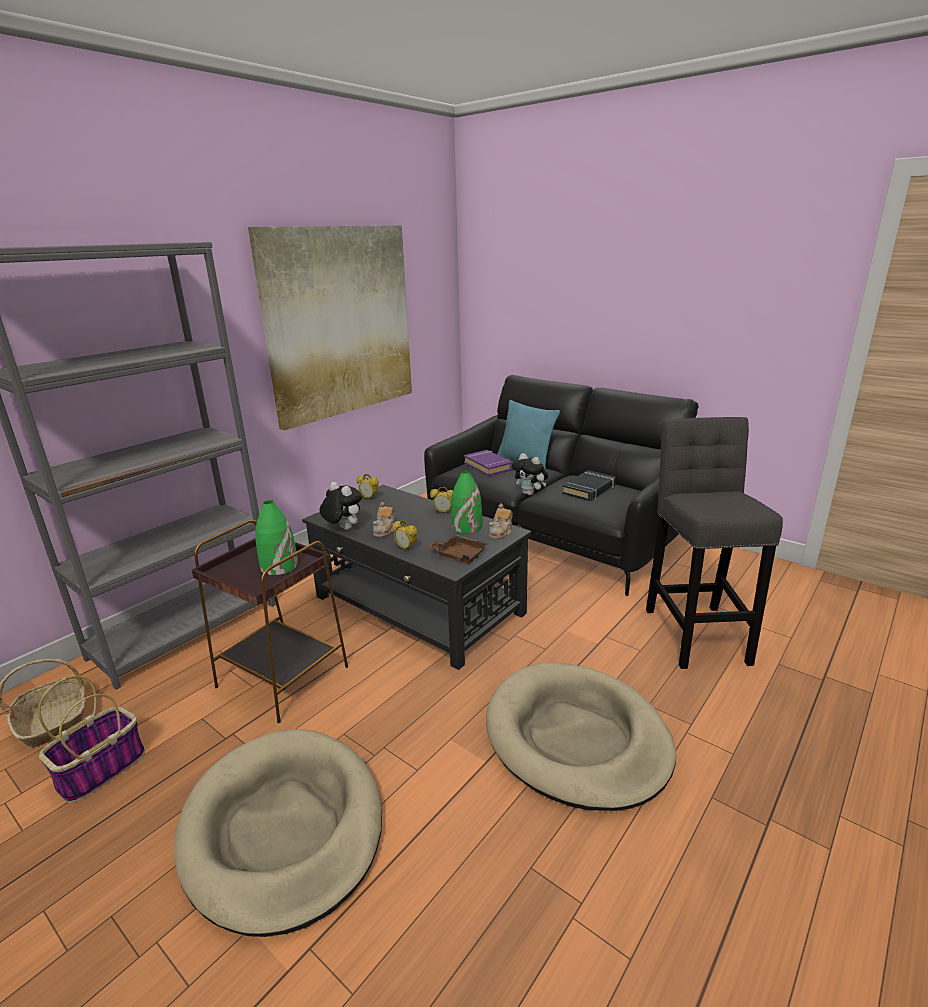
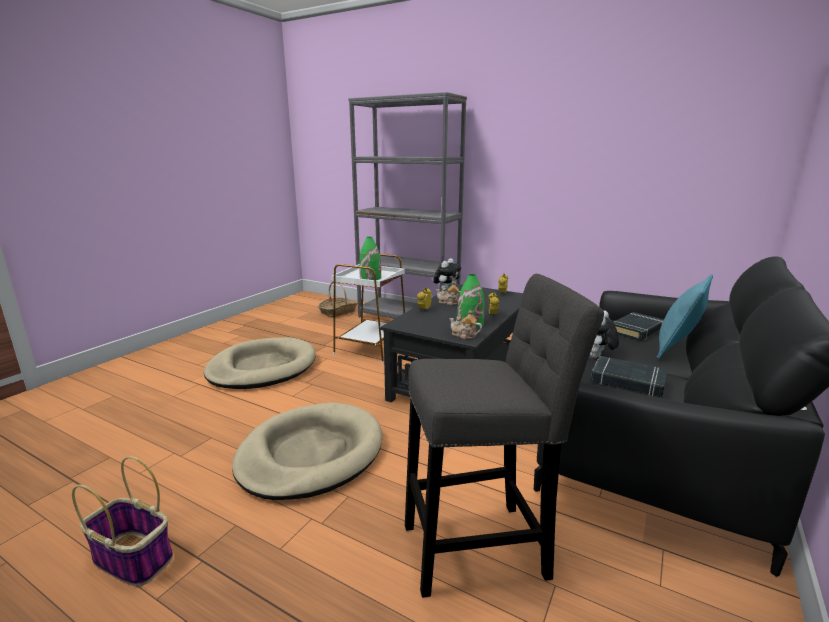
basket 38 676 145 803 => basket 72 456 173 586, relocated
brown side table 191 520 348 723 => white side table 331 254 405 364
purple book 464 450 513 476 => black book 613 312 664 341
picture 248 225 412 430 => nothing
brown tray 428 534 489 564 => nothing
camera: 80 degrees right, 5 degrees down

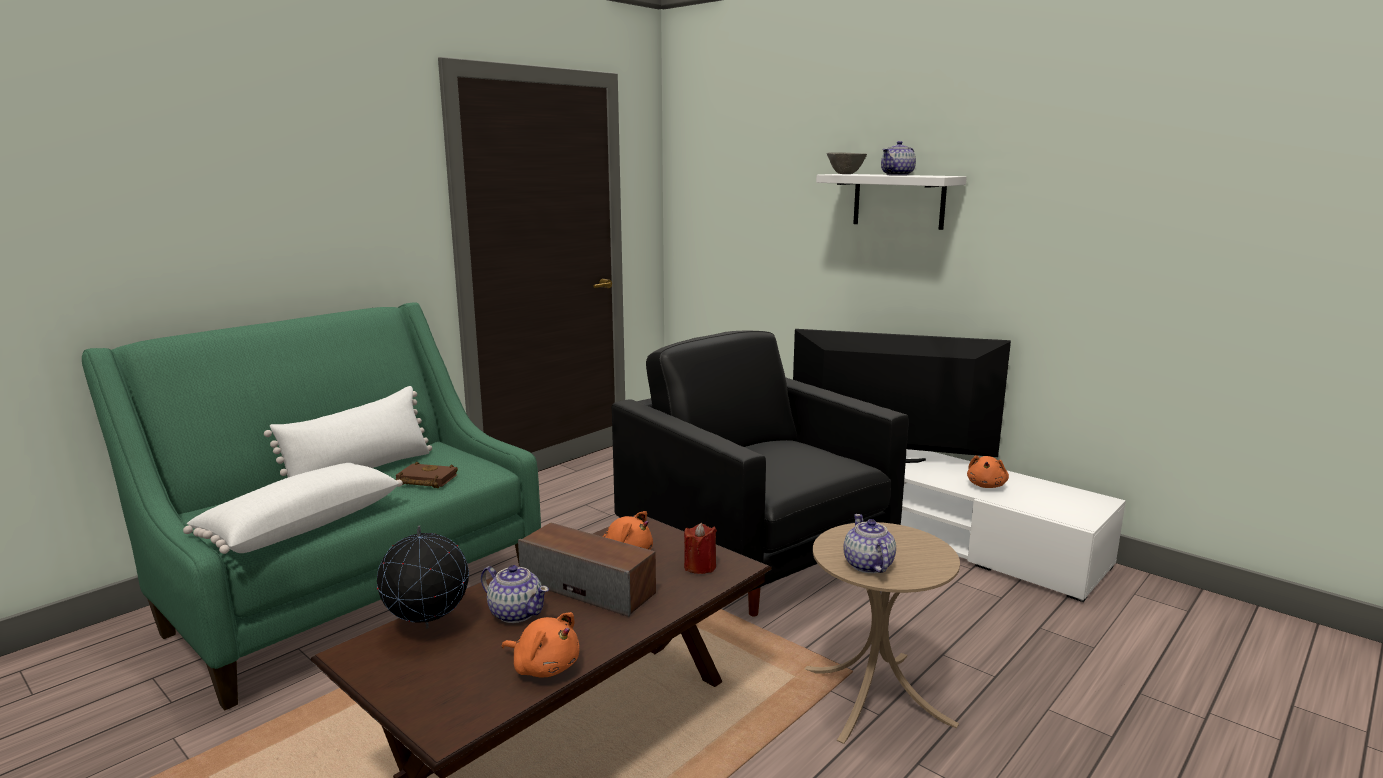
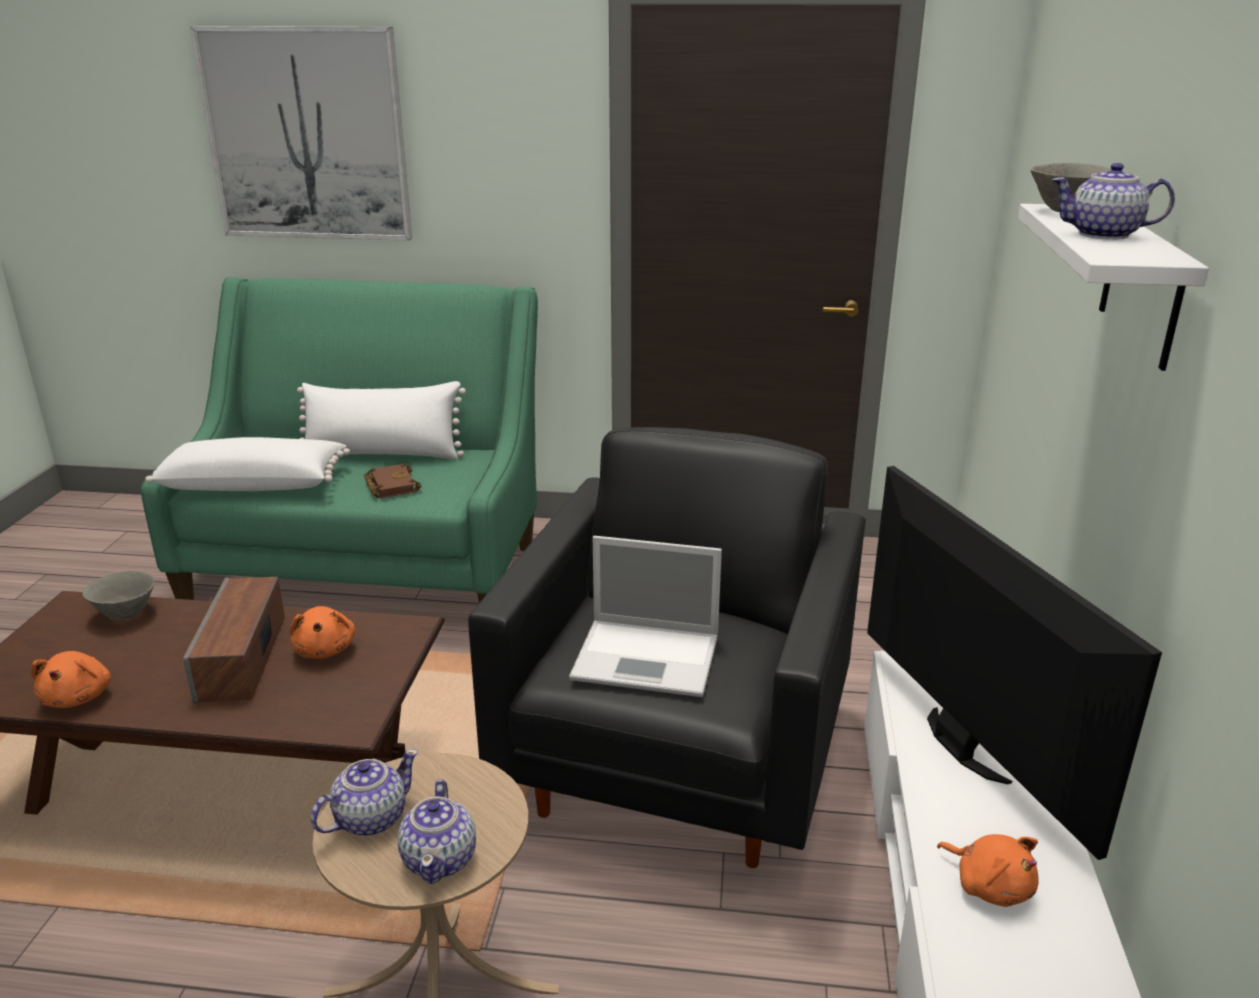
globe 377 526 469 629 => grey bowl 82 571 155 620
nothing => picture 190 26 412 241
teapot 481 565 549 623 => teapot 398 779 476 884, relocated
nothing => laptop 569 536 722 697
orange plush toy 967 455 1009 488 => orange plush toy 937 834 1039 907, 120 degrees counterclockwise
red candle 684 523 717 574 => nothing
camera: 55 degrees right, 10 degrees up

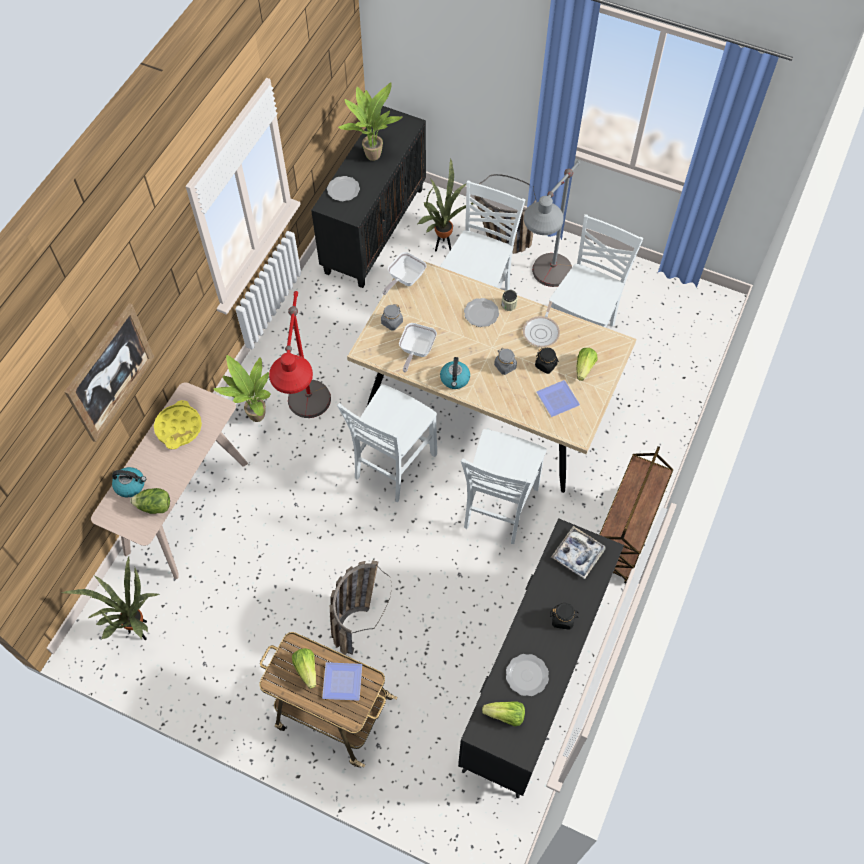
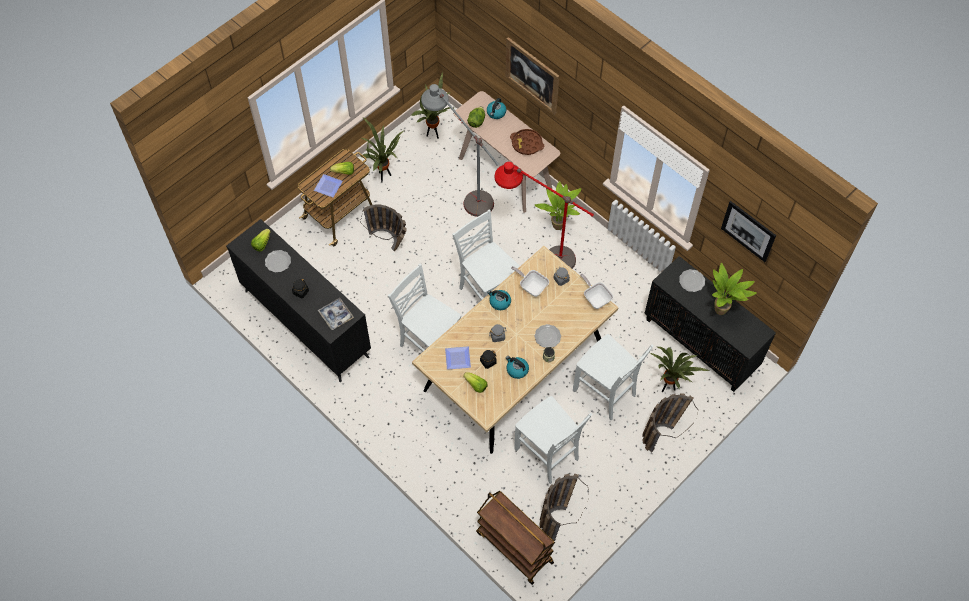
nothing => potted plant 361 117 403 182
grey floor lamp 524 161 580 287 => grey floor lamp 421 84 499 217, relocated
brown cart 599 446 673 583 => brown cart 476 491 555 585, relocated
frying pan 523 301 560 347 => kettle 506 356 529 379
yellow tray 154 400 202 449 => brown tray 510 129 544 155
nothing => basket 540 474 589 541
nothing => picture 721 201 776 262
camera: 110 degrees right, 0 degrees up

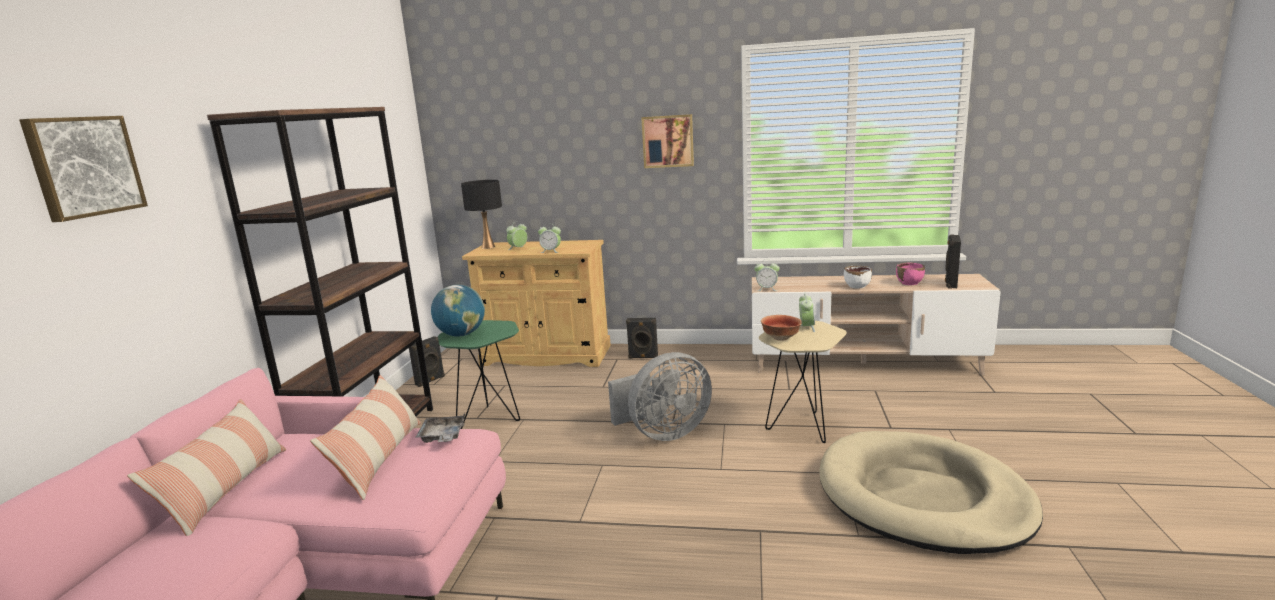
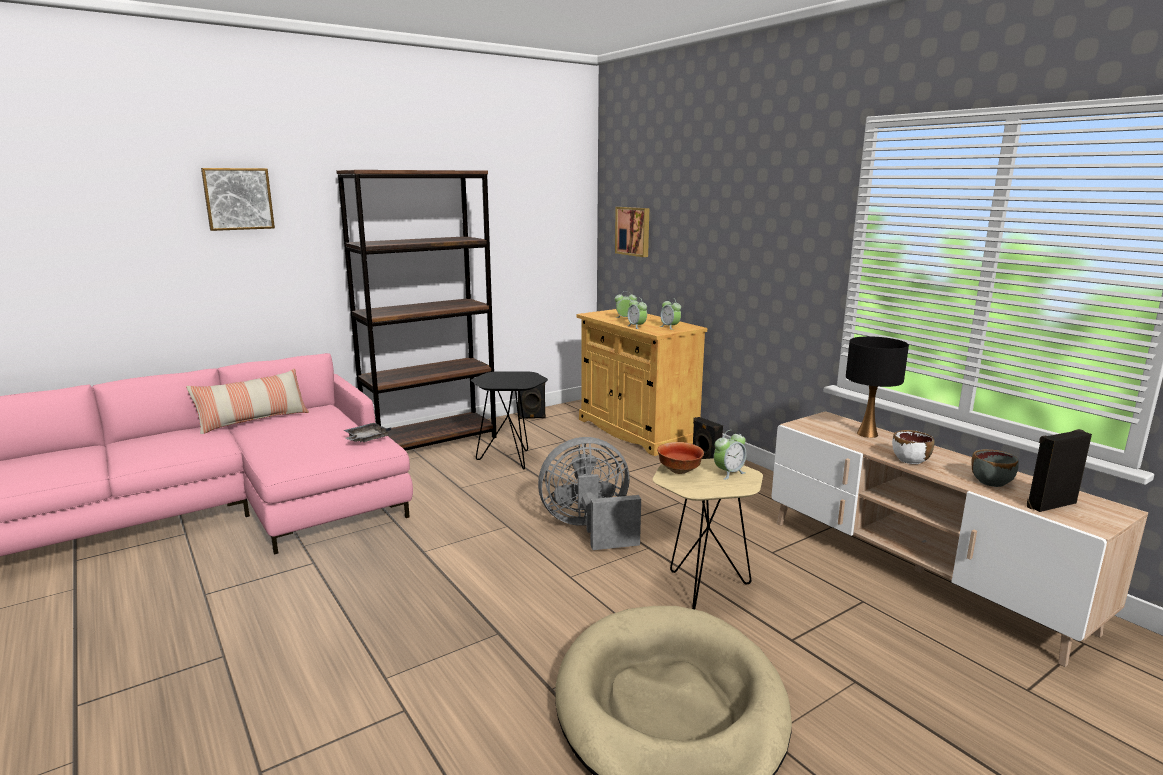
green side table 438 320 520 429 => black side table 471 372 548 469
grey fan 608 352 712 441 => grey fan 538 437 641 550, 150 degrees clockwise
picture 641 114 694 168 => picture 615 207 649 257, relocated
alarm clock 754 262 780 291 => alarm clock 660 298 681 330, relocated
black table lamp 461 180 502 249 => black table lamp 846 336 909 438, relocated
pink bowl 896 262 925 285 => grey bowl 971 449 1019 487
pillow 310 375 421 500 => nothing
globe 431 285 485 337 => nothing
camera: 45 degrees right, 0 degrees up

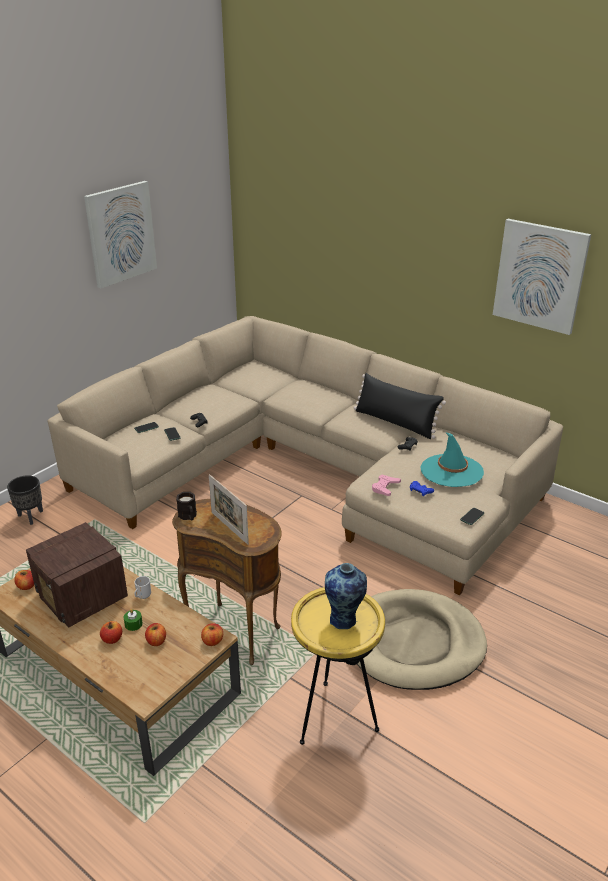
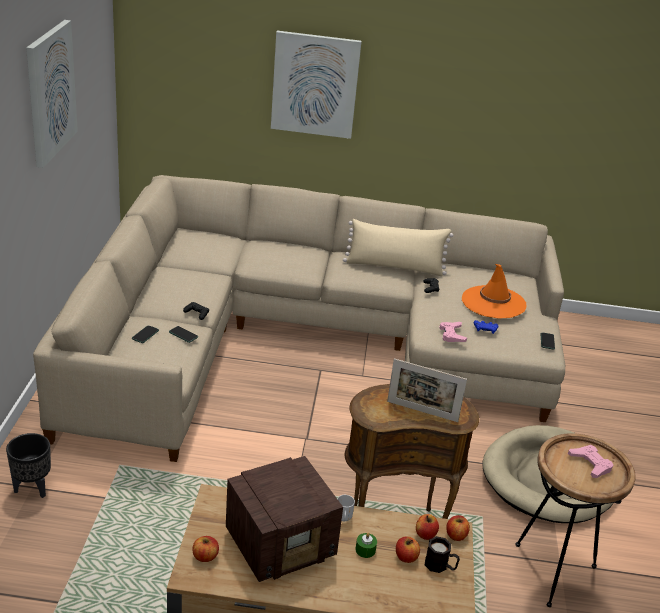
radio 26 522 128 628 => radio 226 456 343 582, 45 degrees counterclockwise
picture 493 219 591 335 => picture 271 31 362 139, relocated
black pillow 354 373 446 439 => beige pillow 343 219 454 276
apple 100 621 122 644 => apple 416 514 439 540, relocated
black mug 176 492 197 520 => black mug 425 536 460 573, relocated
turquoise hat 420 432 484 487 => orange hat 462 264 526 319
yellow side table 291 587 385 745 => brown side table 515 433 636 607
vase 325 563 367 629 => pink game controller 568 445 613 478
camera: 35 degrees left, 0 degrees up

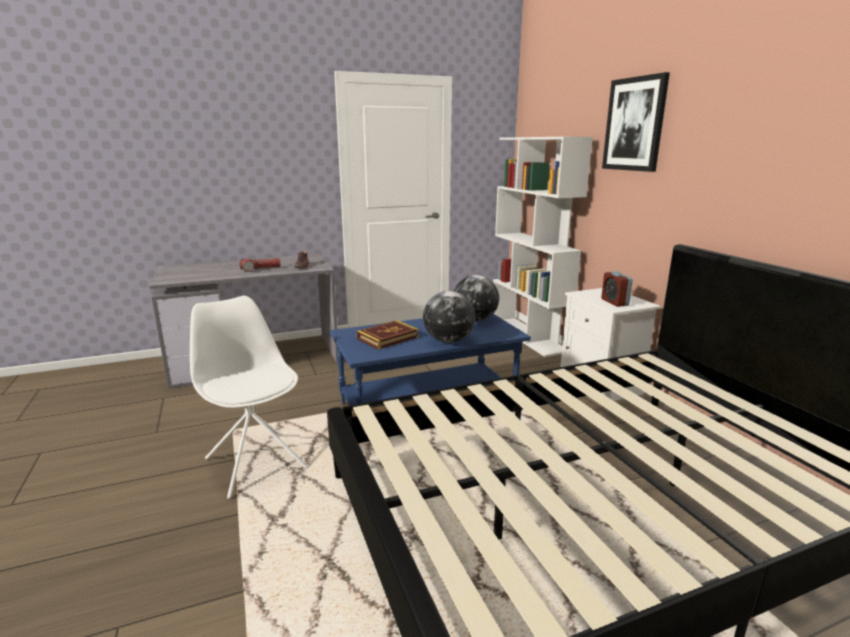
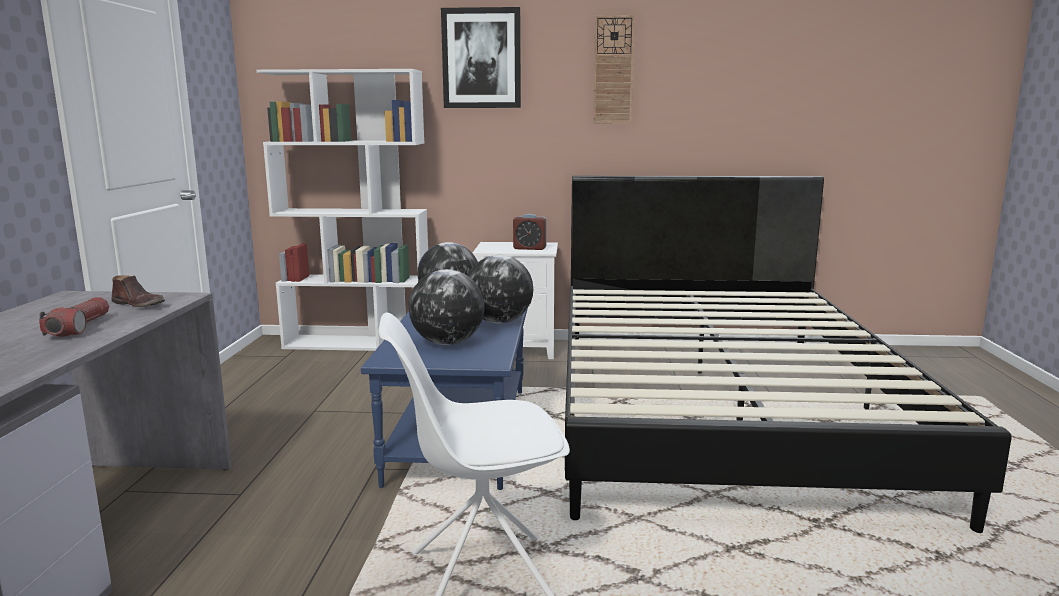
book 357 320 419 350 => globe 409 269 485 345
nothing => wall clock 593 15 635 123
camera: 65 degrees left, 5 degrees down

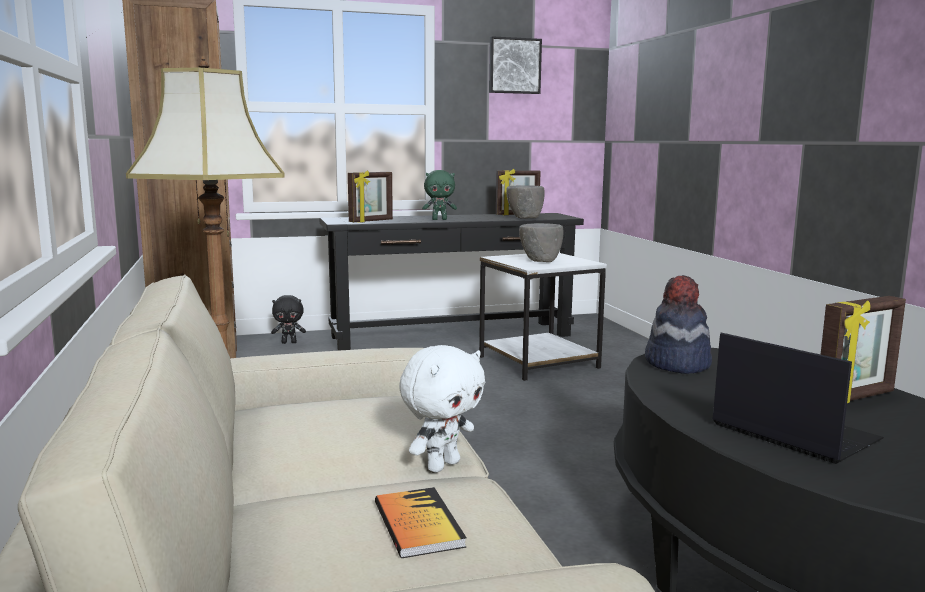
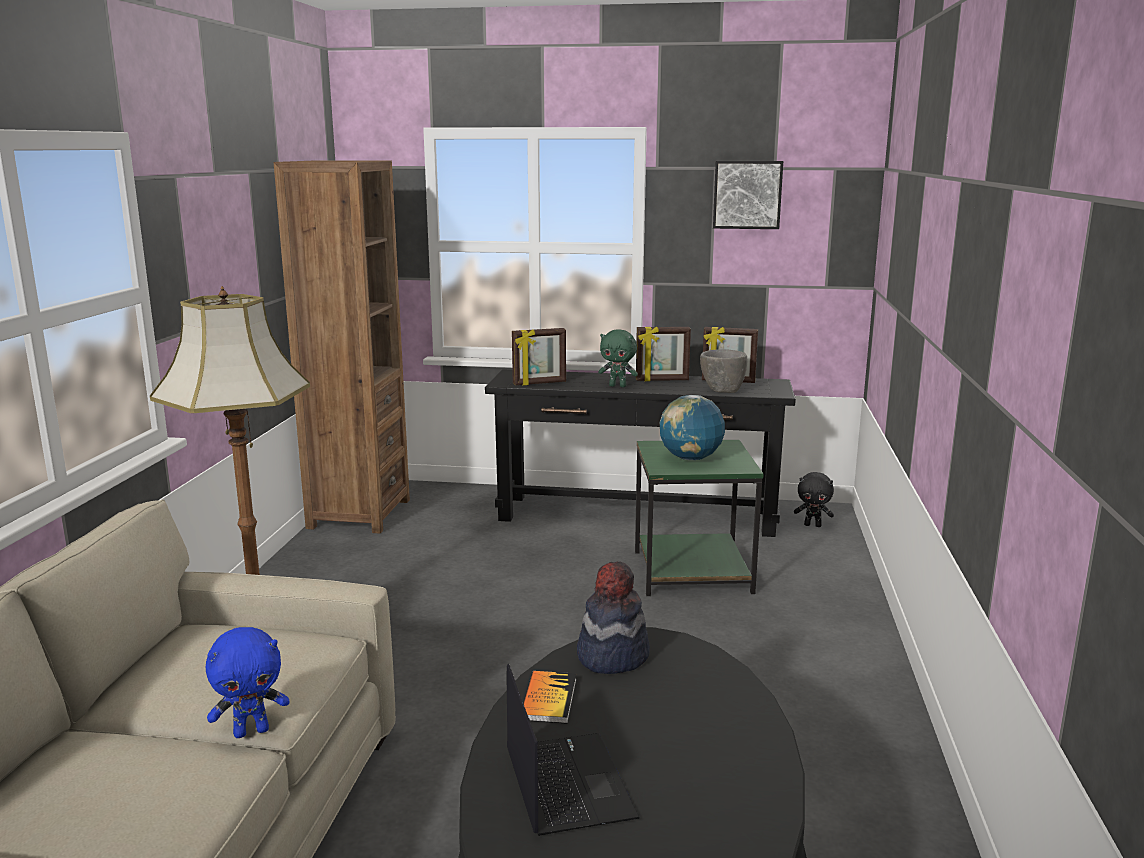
white plush toy 399 345 485 473 => blue plush toy 205 627 290 738
book 375 487 467 558 => book 523 671 576 724, relocated
white side table 479 253 607 381 => green side table 635 440 763 596
picture frame 820 296 906 403 => picture frame 636 326 691 381, relocated
grey bowl 519 223 563 262 => globe 660 395 725 460
black plush toy 271 295 306 344 => black plush toy 794 472 834 527, relocated
camera: 25 degrees right, 5 degrees up

